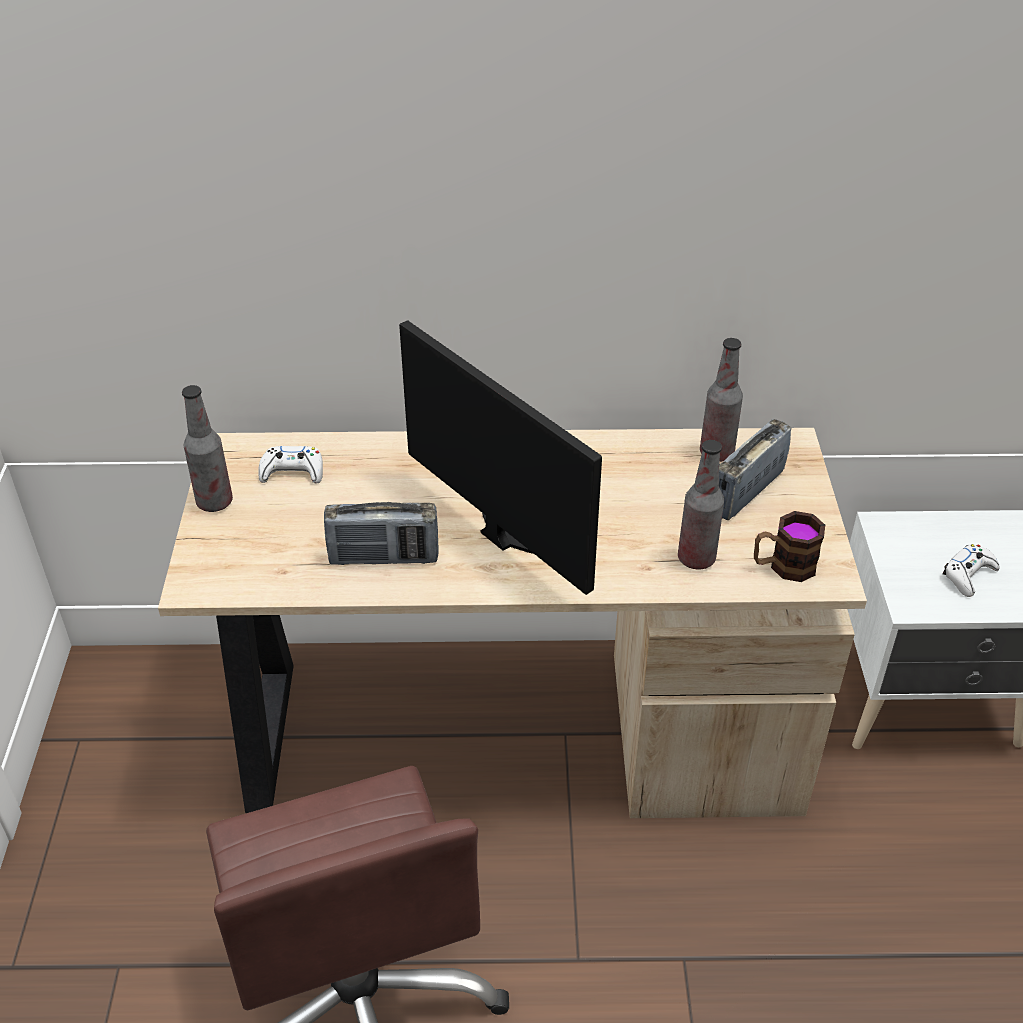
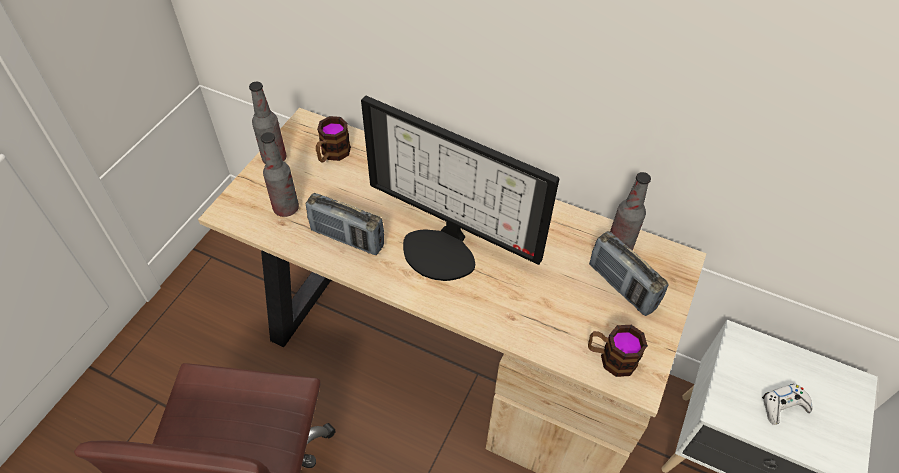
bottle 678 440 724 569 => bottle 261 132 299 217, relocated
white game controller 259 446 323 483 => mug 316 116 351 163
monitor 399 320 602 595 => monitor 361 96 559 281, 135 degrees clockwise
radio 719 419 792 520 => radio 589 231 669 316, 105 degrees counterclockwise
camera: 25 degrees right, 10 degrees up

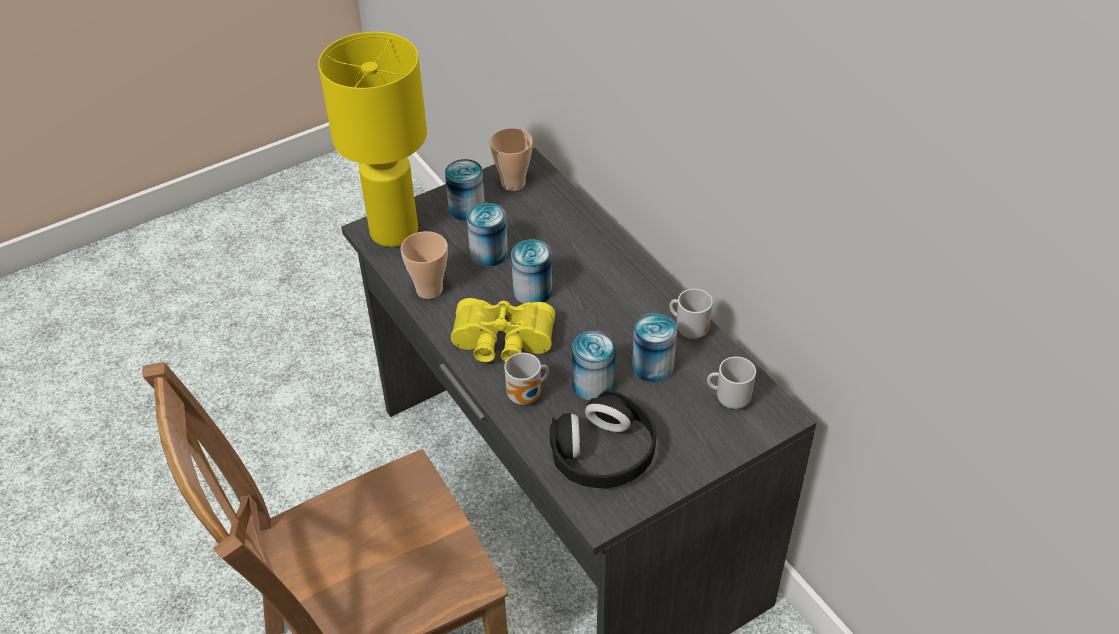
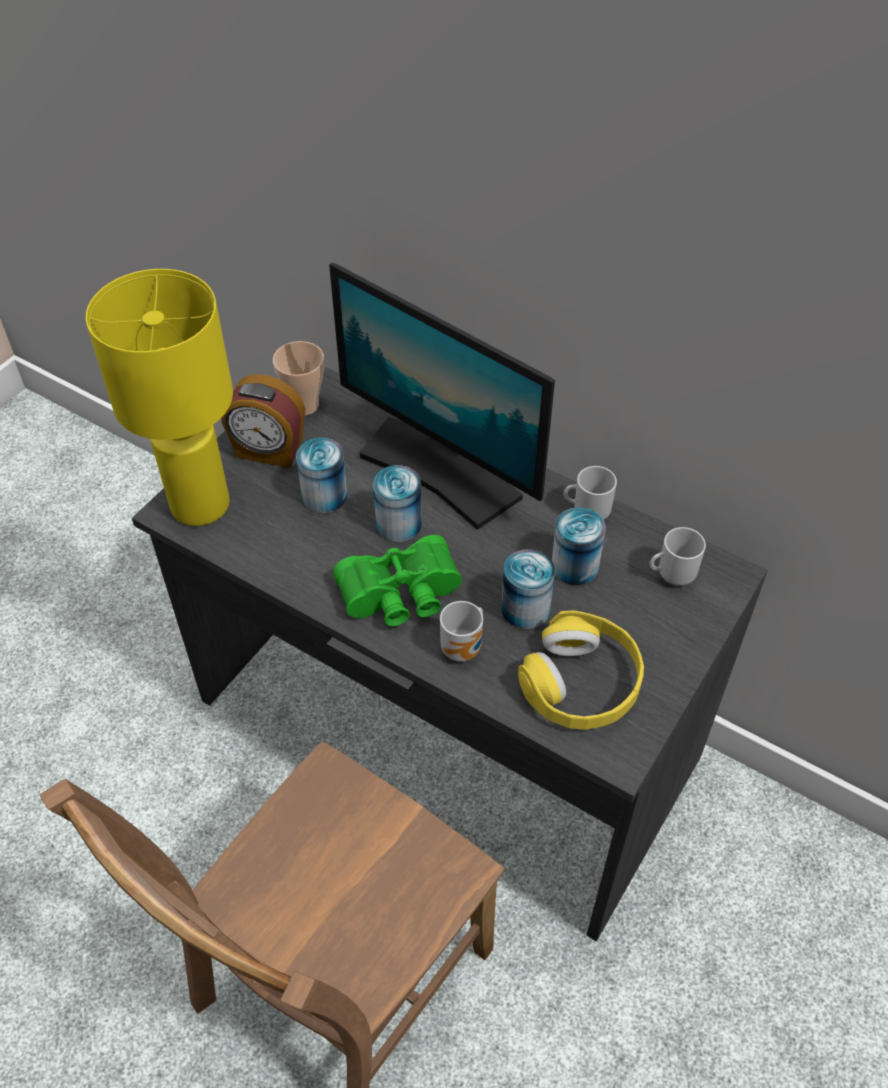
can 445 159 485 221 => alarm clock 221 374 305 468
nothing => monitor 329 263 555 530
yellow binoculars 451 298 555 362 => green binoculars 333 535 462 626
black headphones 550 389 656 488 => yellow headphones 518 610 644 730
cup 401 231 448 299 => nothing
camera: 25 degrees left, 5 degrees up

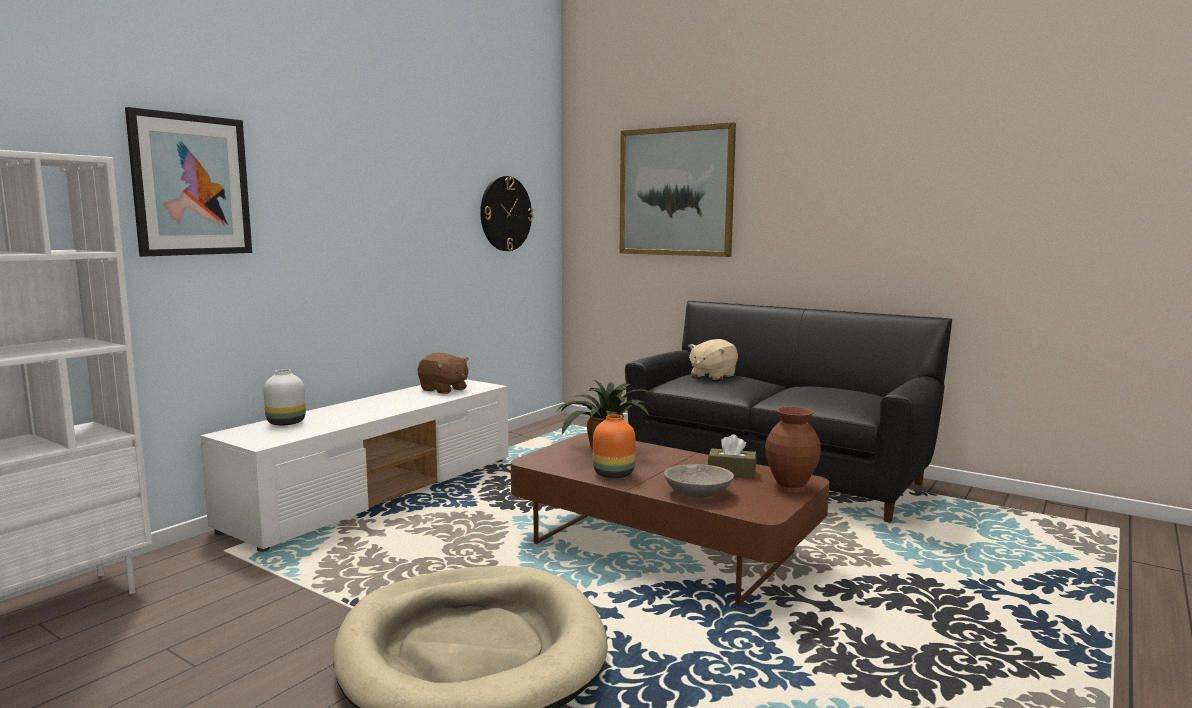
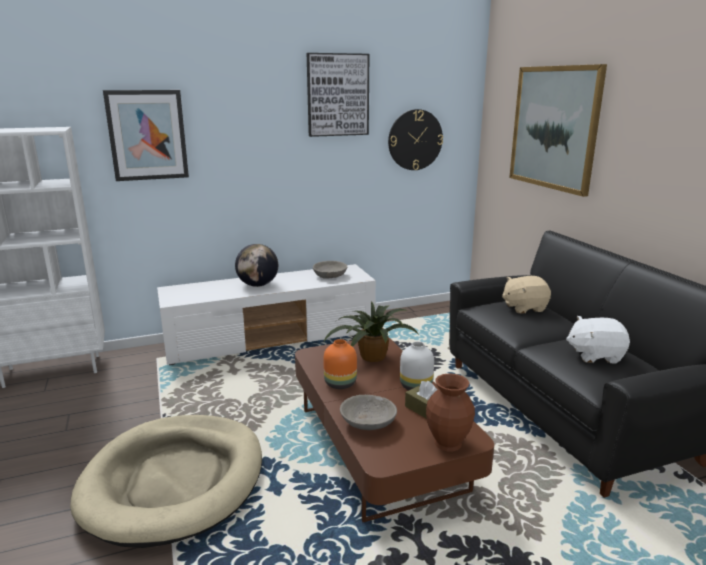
nothing => globe 235 244 278 287
nothing => picture 307 53 369 137
brown plush toy 417 353 469 394 => grey bowl 313 261 347 279
white vase 264 369 306 425 => white vase 400 341 434 390, relocated
nothing => white plush toy 566 316 630 364
camera: 35 degrees right, 10 degrees up

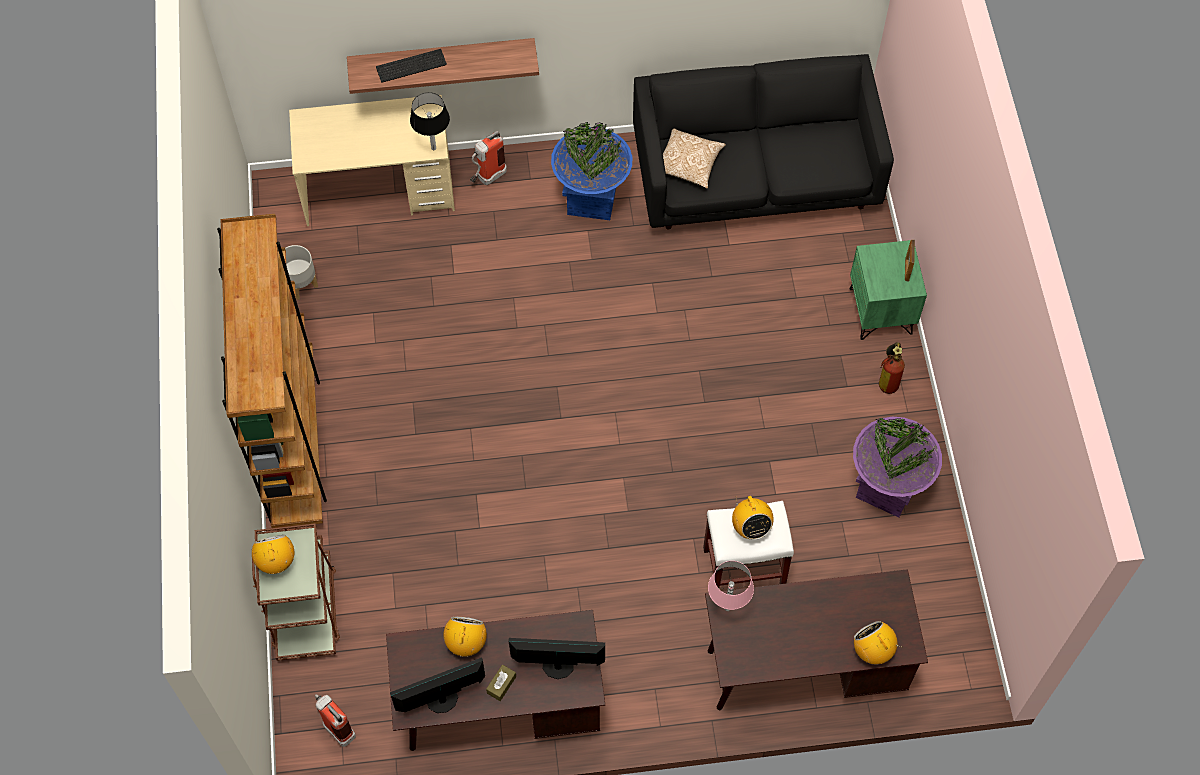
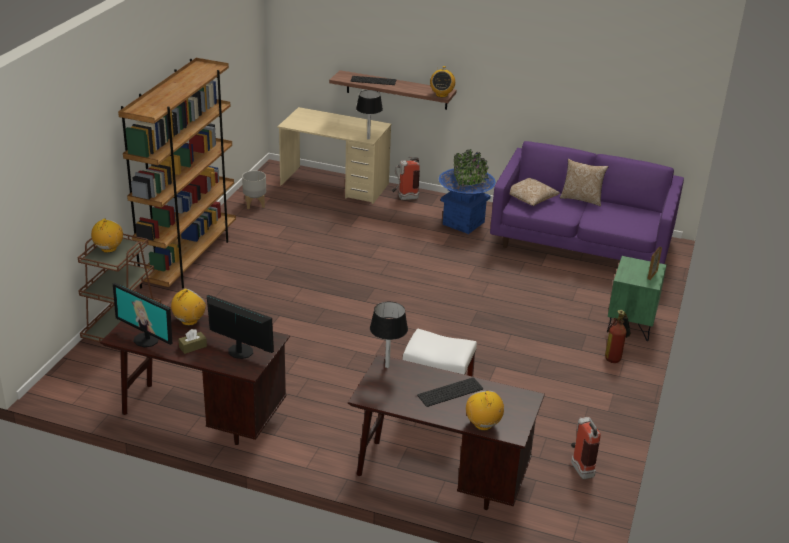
monitor 390 657 485 713 => monitor 113 283 172 347, 150 degrees counterclockwise
pink table lamp 708 561 754 611 => black table lamp 370 302 408 368
nothing => keyboard 417 377 483 407
radio 732 496 774 540 => radio 430 66 455 97, relocated
black sofa 633 54 894 230 => purple sofa 490 141 684 264
nothing => pillow 560 159 609 206
fire extinguisher 315 694 356 747 => fire extinguisher 571 417 601 479, relocated
purple planter 853 417 942 518 => nothing
camera: 25 degrees right, 30 degrees down

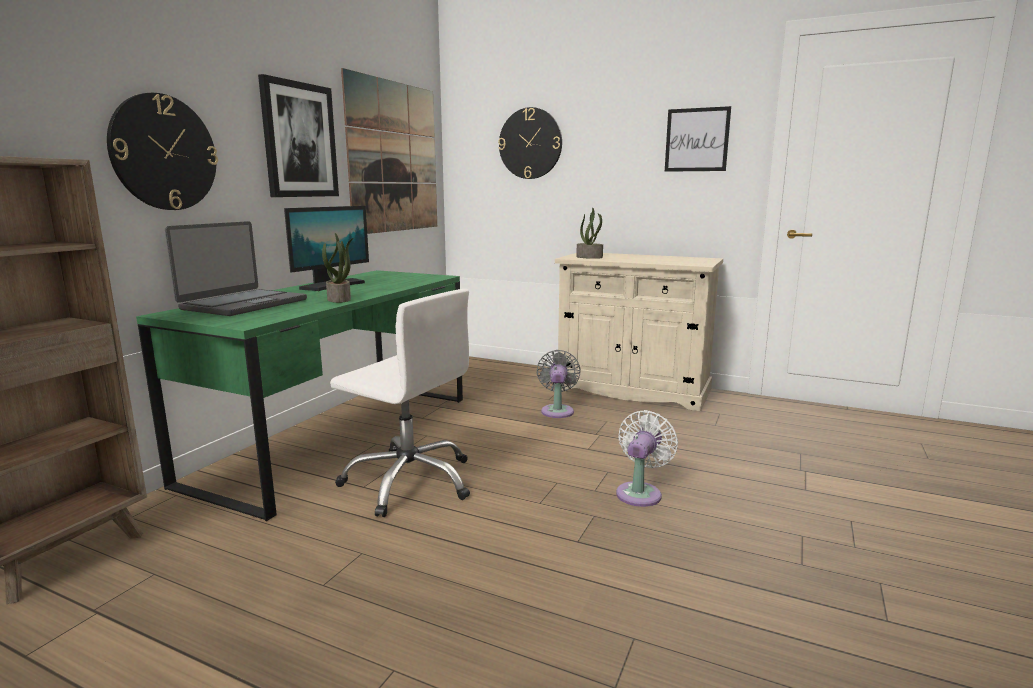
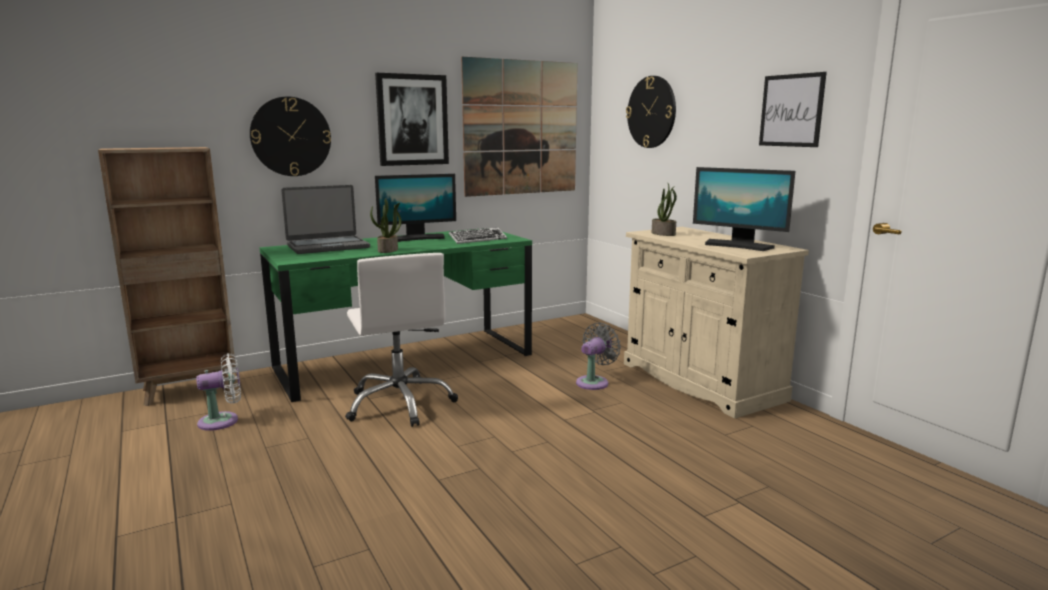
white fan 616 410 678 507 => white fan 196 353 241 431, relocated
nothing => keyboard 449 227 507 244
nothing => monitor 693 167 796 251
camera: 35 degrees right, 0 degrees up

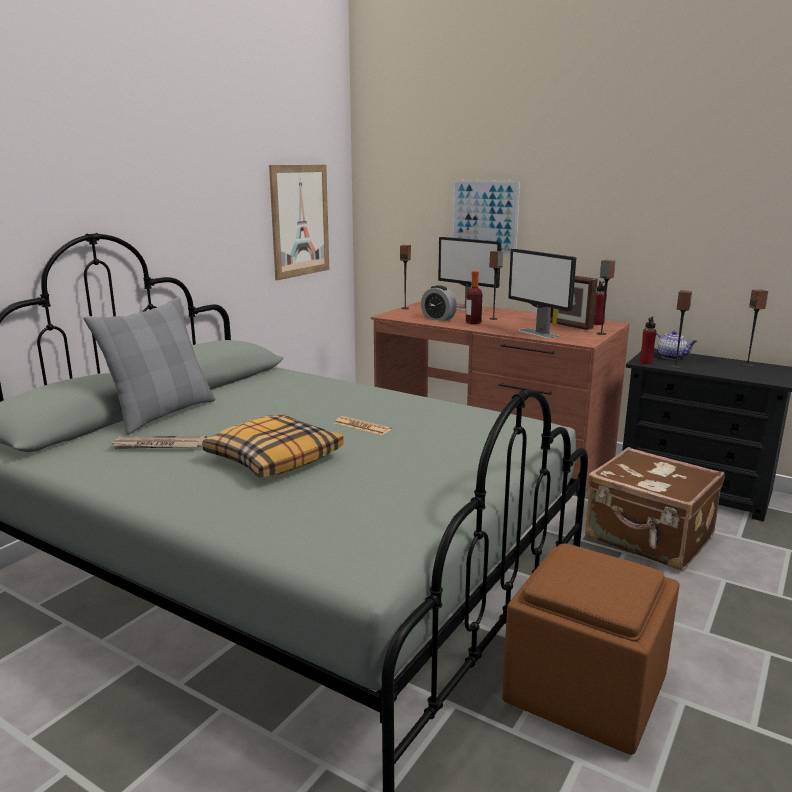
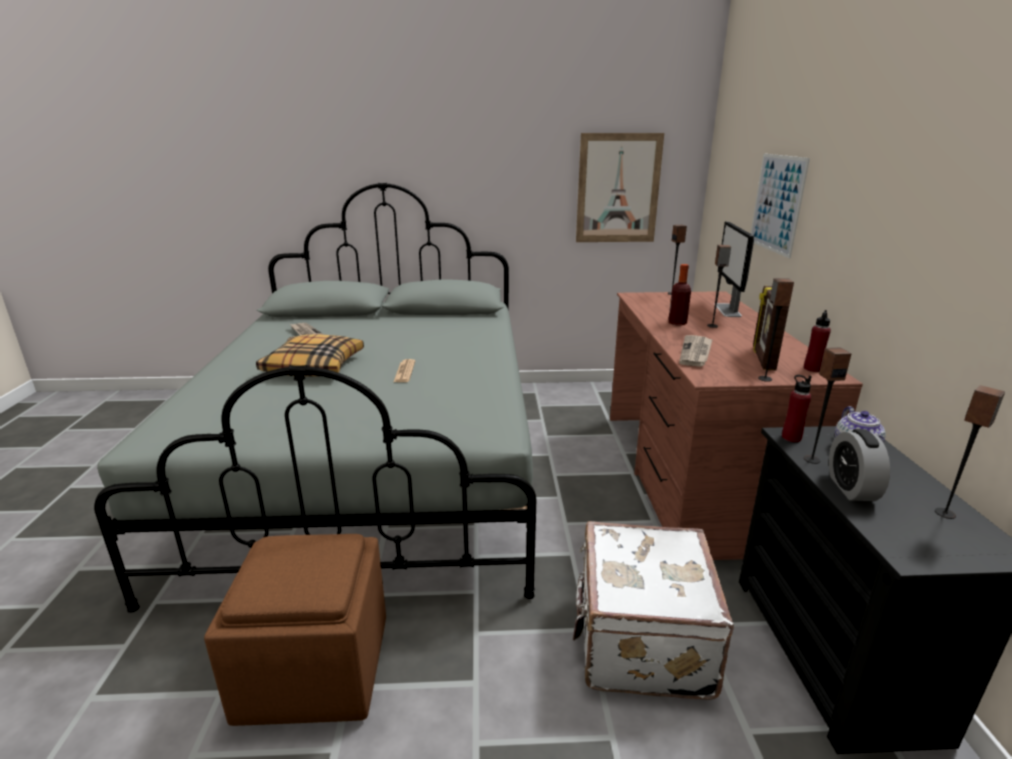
brown suitcase 585 447 725 571 => white suitcase 573 521 734 700
monitor 508 249 576 339 => newspaper 679 335 713 367
alarm clock 421 285 457 321 => alarm clock 829 429 890 501, relocated
grey pillow 84 297 215 435 => nothing
camera: 55 degrees right, 5 degrees up

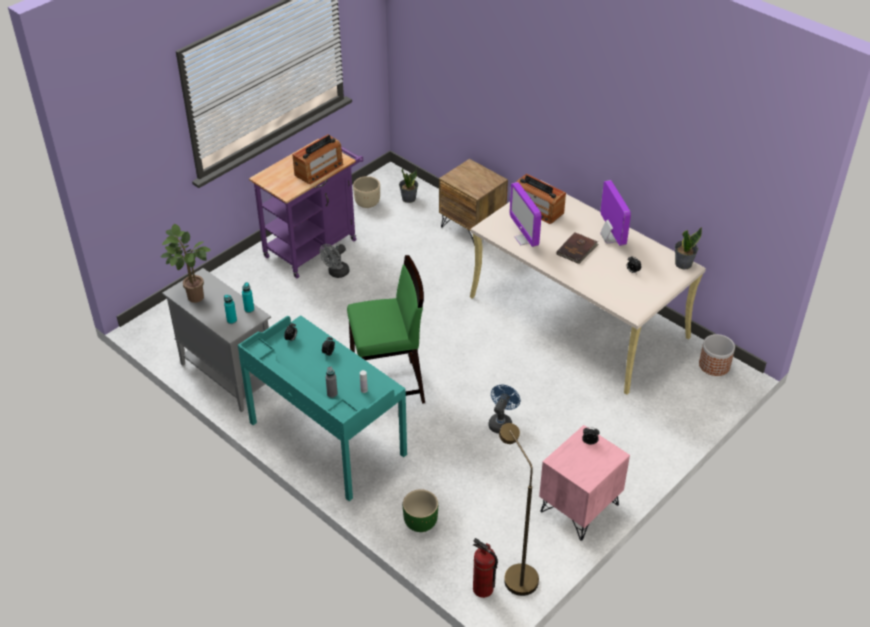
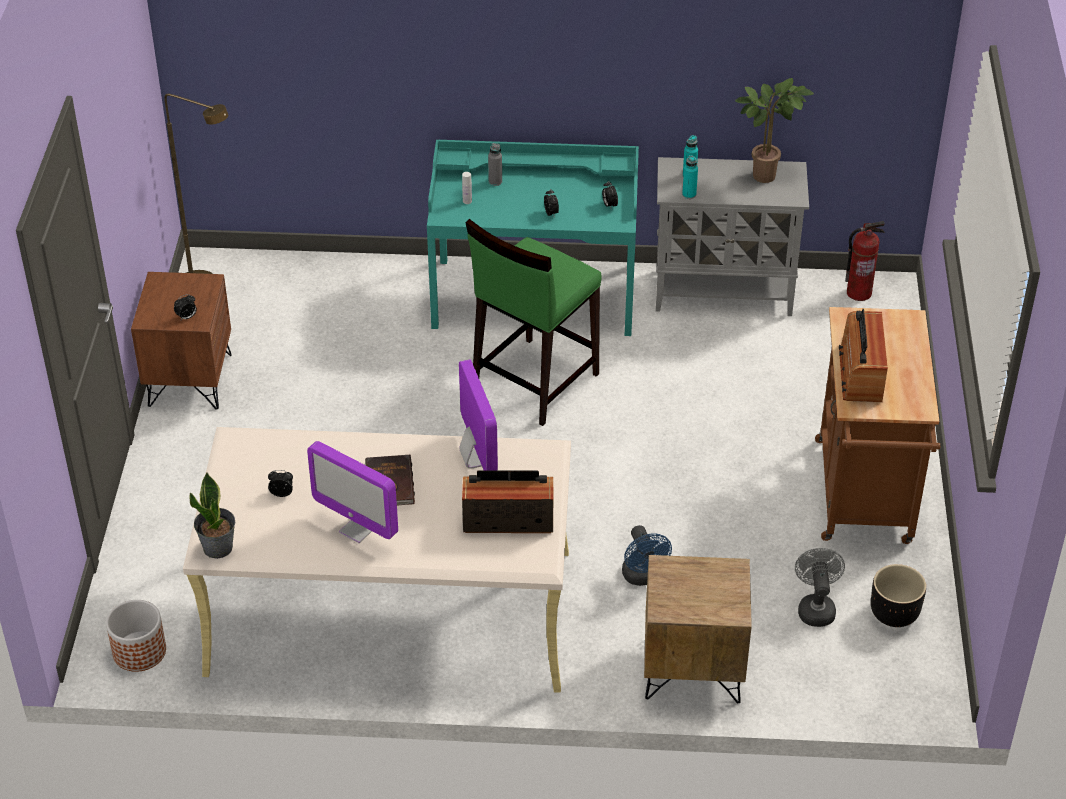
pink nightstand 539 425 630 541 => brown nightstand 131 272 232 409
monitor 510 182 541 247 => monitor 459 359 498 470, 45 degrees clockwise
blue fan 488 385 520 434 => blue fan 622 525 672 586, relocated
grey fan 320 244 350 278 => grey fan 795 548 845 627, relocated
purple cart 249 139 363 278 => brown cart 815 307 941 544
fire extinguisher 473 538 498 598 => fire extinguisher 845 221 885 301, relocated
beige planter 353 176 380 208 => black planter 871 564 926 627
potted plant 399 168 418 203 => nothing
green planter 403 489 438 532 => nothing
camera: 140 degrees right, 0 degrees up

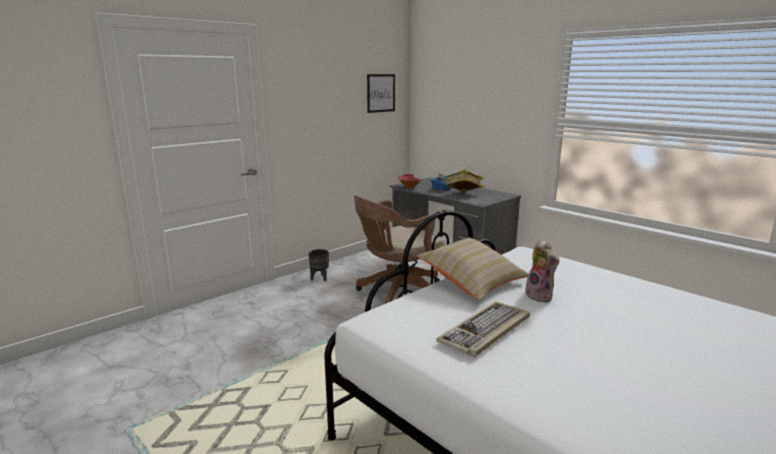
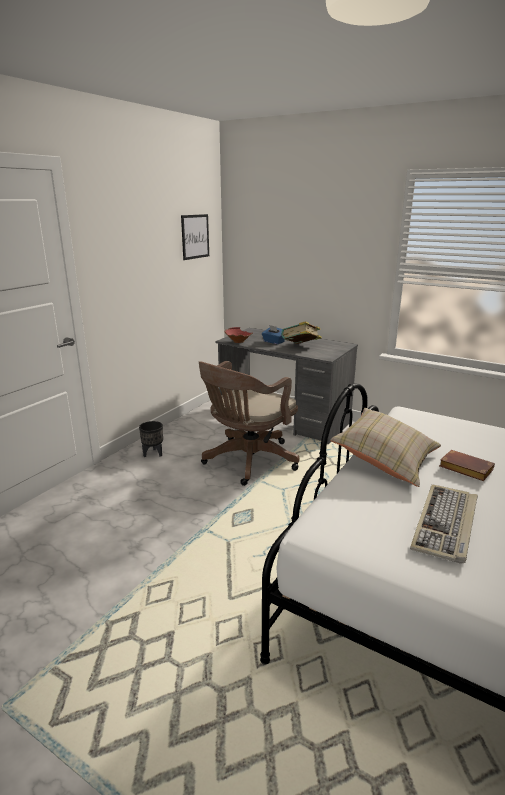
plush toy 525 239 560 302 => brown book 439 450 495 481
camera: 15 degrees left, 5 degrees up

